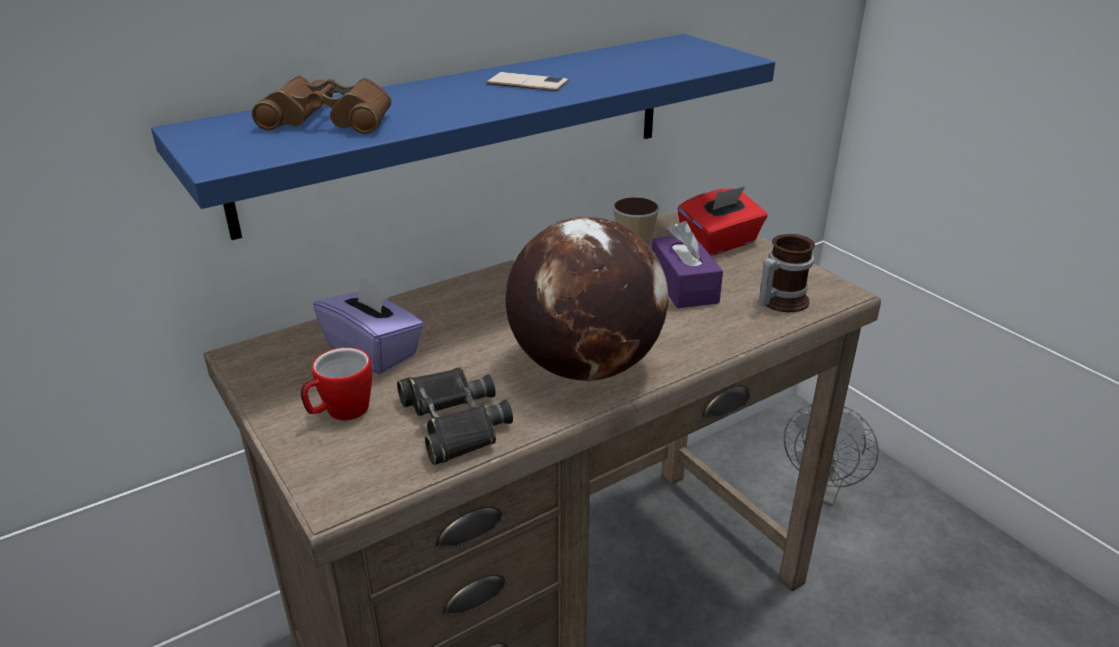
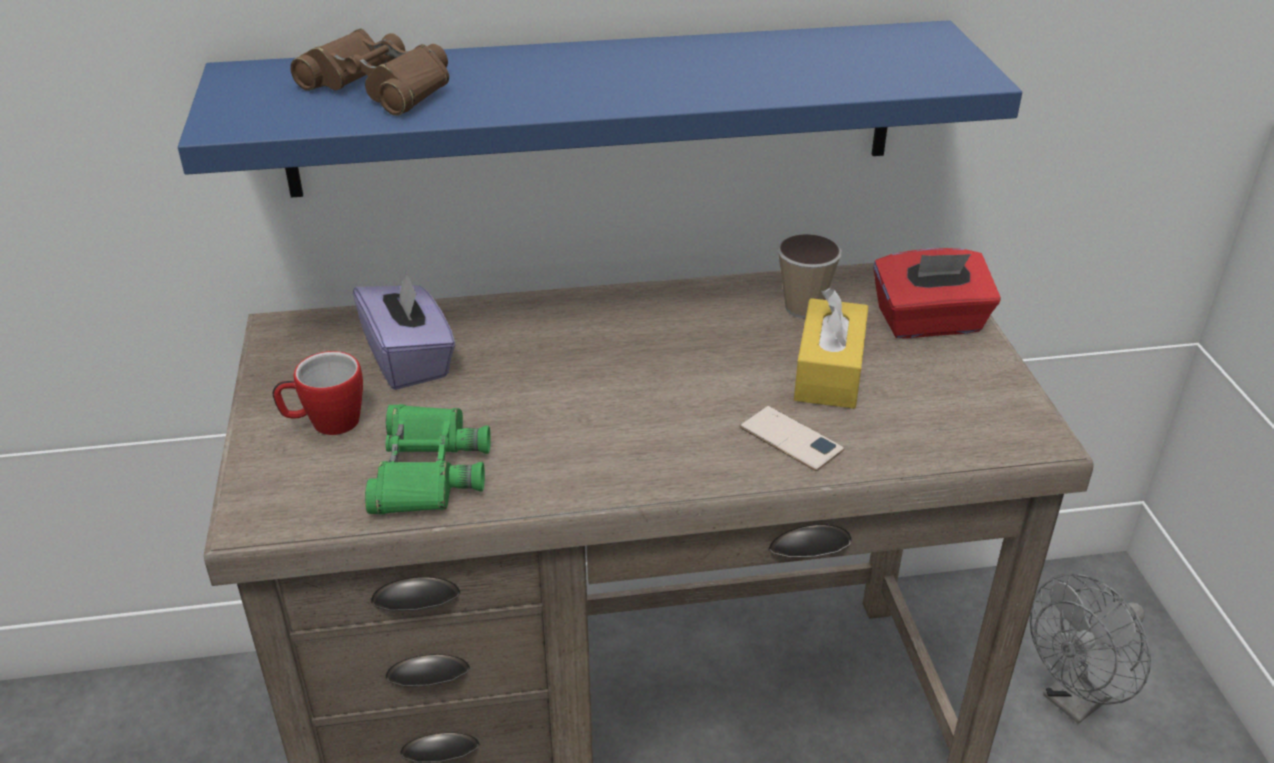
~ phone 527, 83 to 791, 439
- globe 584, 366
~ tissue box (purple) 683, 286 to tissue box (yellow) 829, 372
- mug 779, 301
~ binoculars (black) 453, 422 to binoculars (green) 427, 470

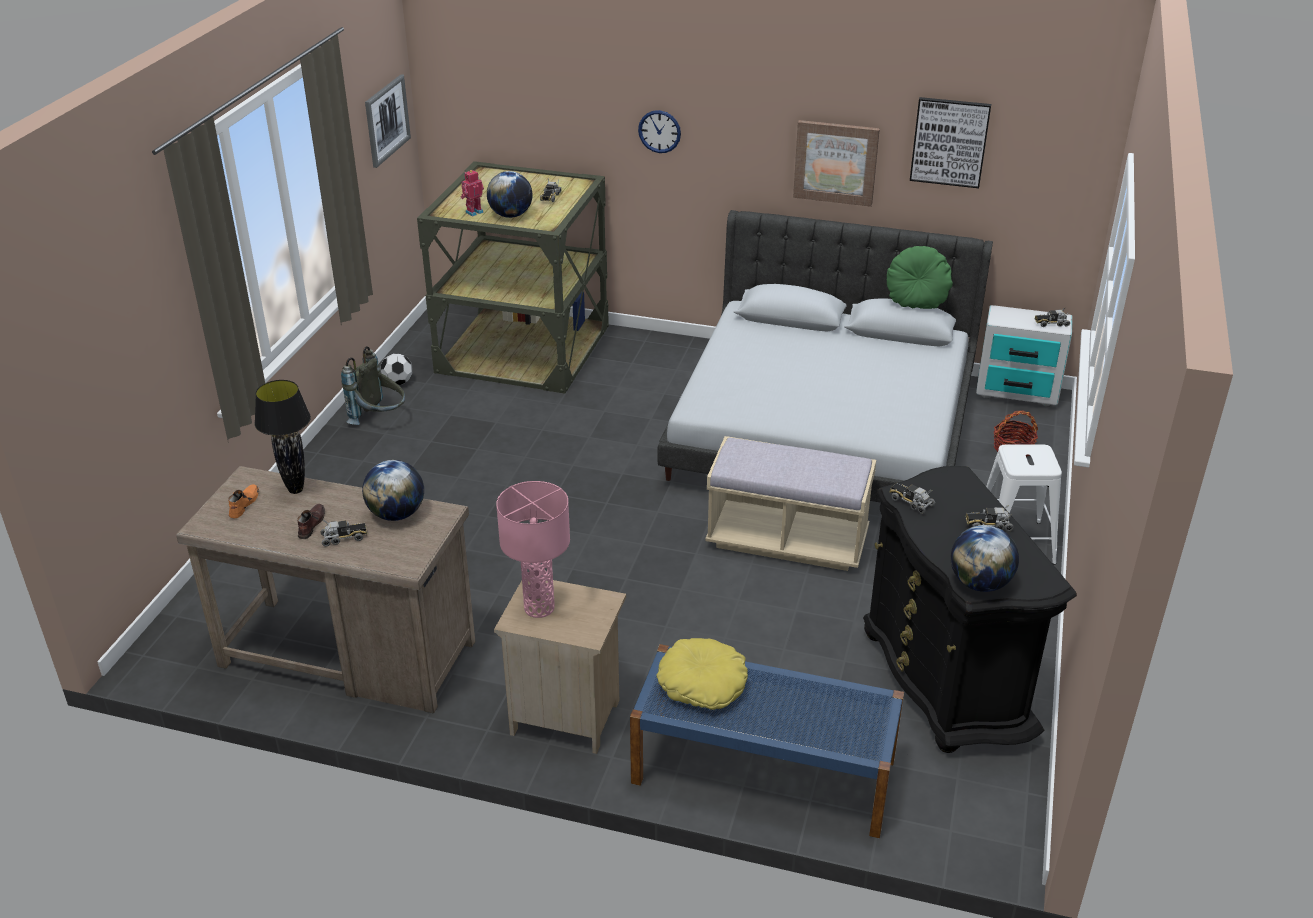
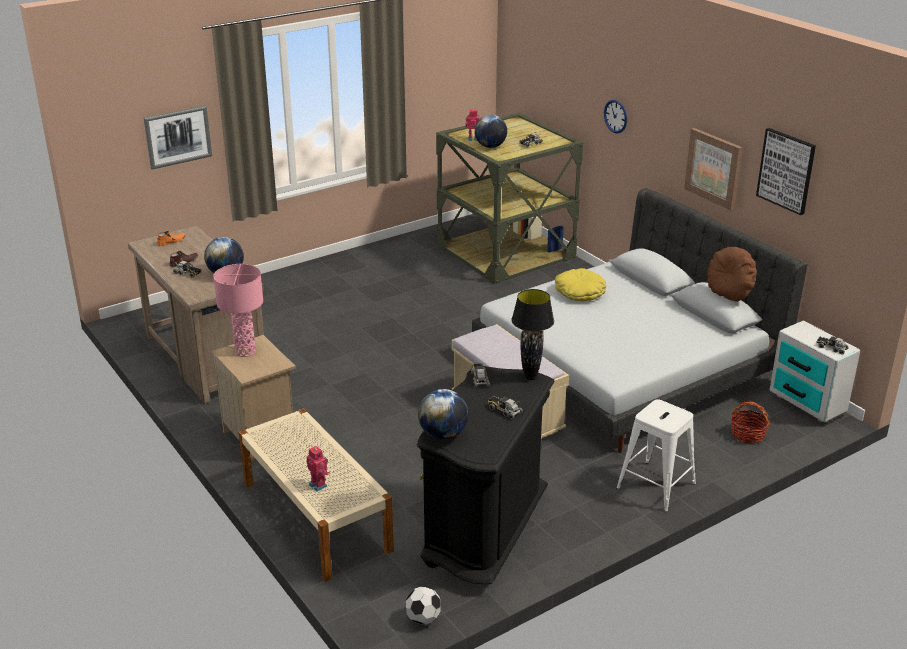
~ picture 387, 120 to 178, 136
~ pillow (green) 916, 304 to pillow (brown) 728, 295
- backpack (grey) 380, 420
~ football 398, 382 to 423, 618
~ table lamp (black) 296, 490 to 530, 377
~ pillow (yellow) 703, 683 to 580, 292
~ bench (blue) 763, 772 to bench (beige) 315, 517
+ toy robot 319, 485

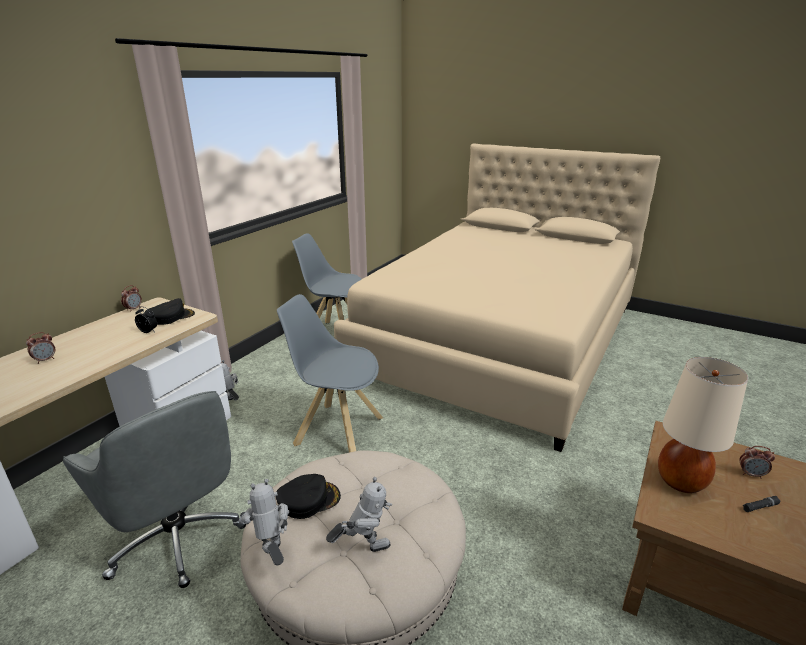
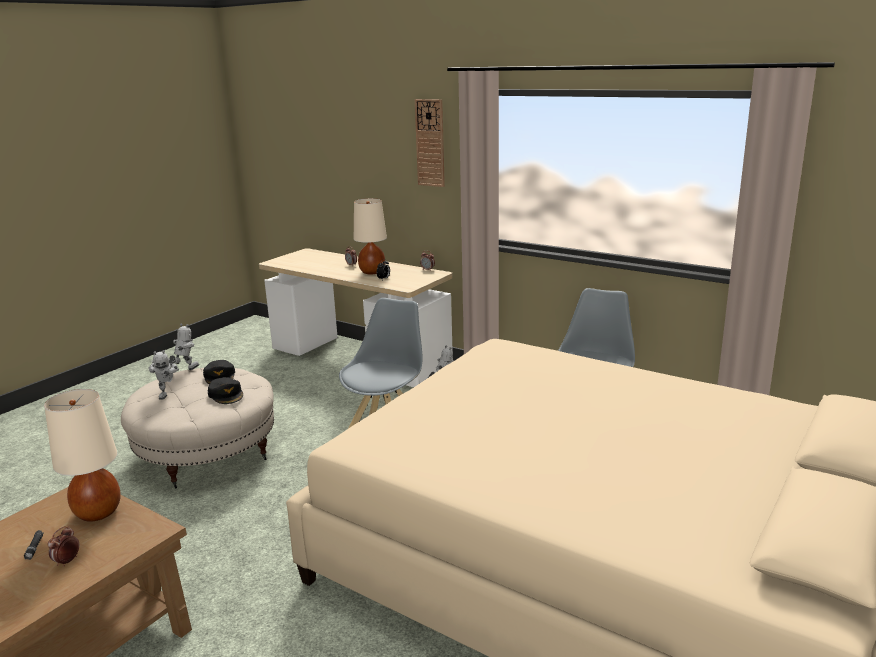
~ cap (black) 171, 317 to 226, 395
- office chair (grey) 177, 537
~ toy robot 272, 554 = 185, 371 45 degrees counterclockwise
+ wall clock 430, 143
+ table lamp (beige) 372, 272

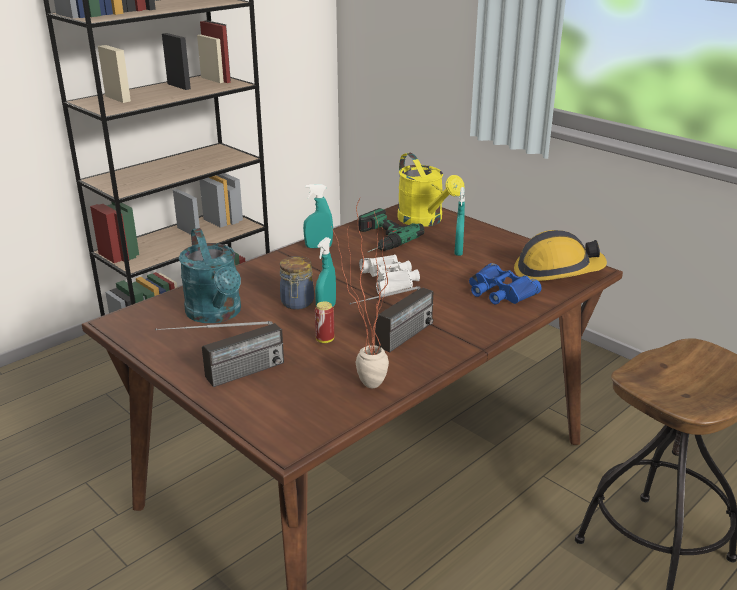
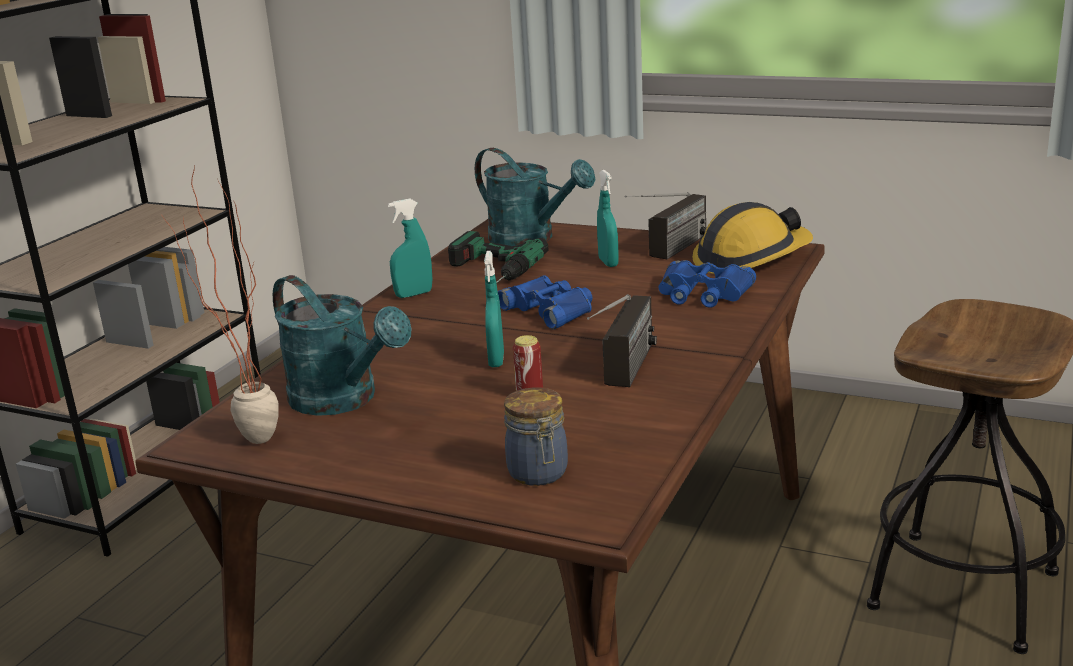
~ watering can (yellow) 425, 221 to watering can (turquoise) 531, 239
~ potted plant 362, 383 to 245, 441
~ binoculars (white) 390, 280 to binoculars (blue) 550, 310
~ jar 297, 303 to 538, 474
~ radio 226, 378 to 669, 252

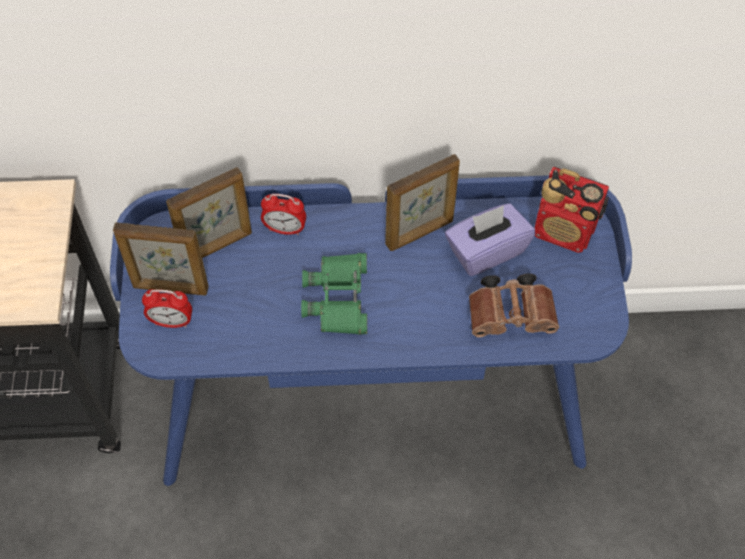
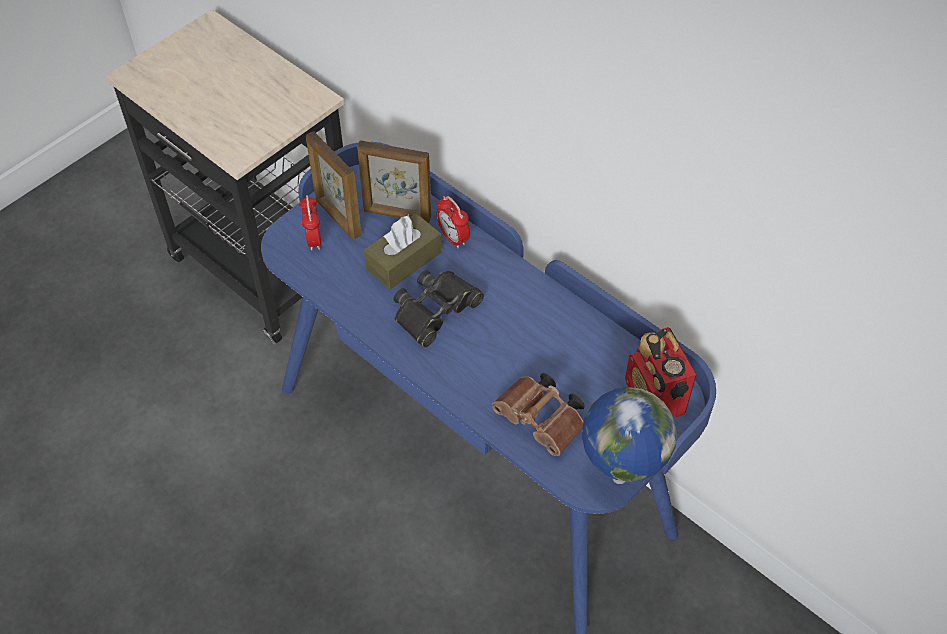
- picture frame 420, 233
- tissue box (purple) 486, 251
~ binoculars (green) 338, 298 to binoculars (black) 435, 310
~ alarm clock 172, 322 = 314, 239 150 degrees counterclockwise
+ tissue box (brown) 403, 260
+ globe 617, 476

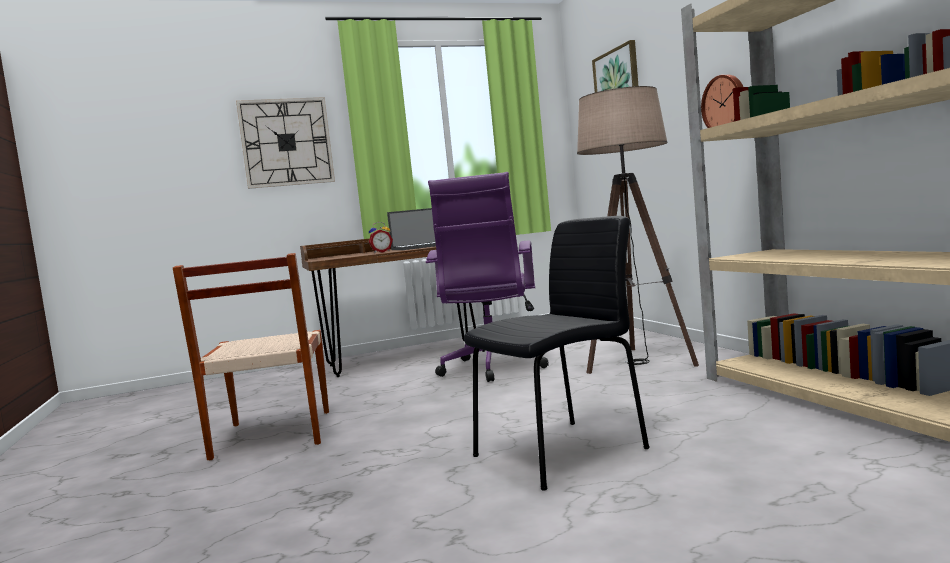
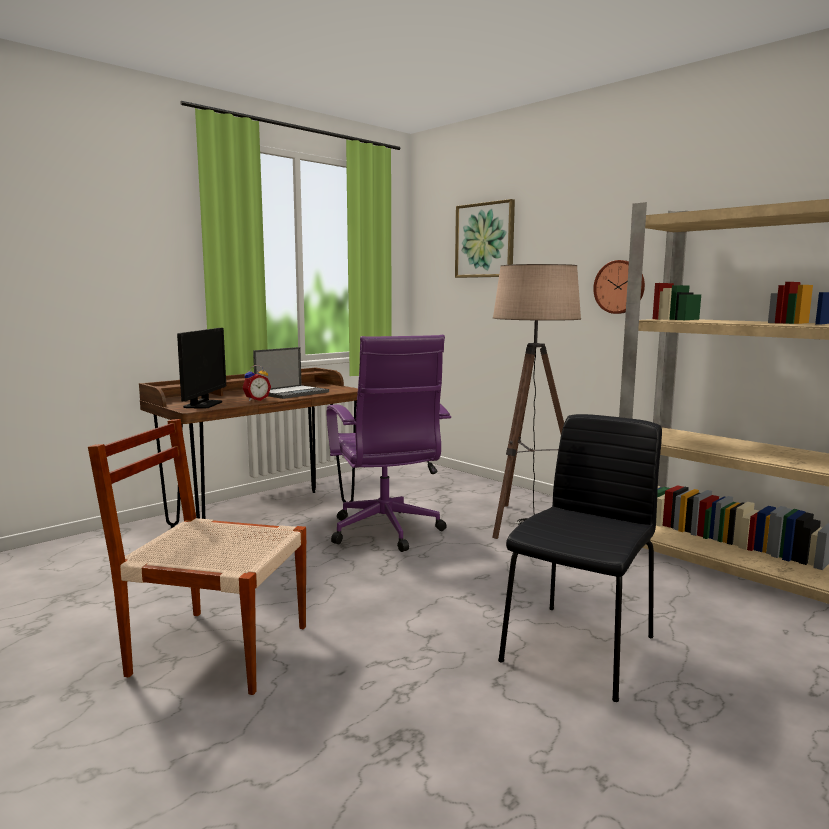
- wall clock 286, 142
~ chair 272, 436 = 216, 649 135 degrees clockwise
+ monitor 203, 404

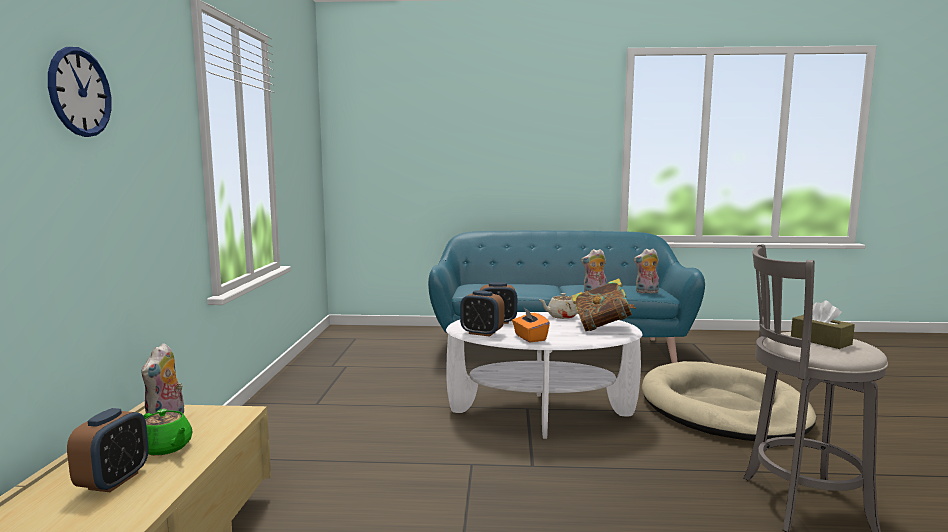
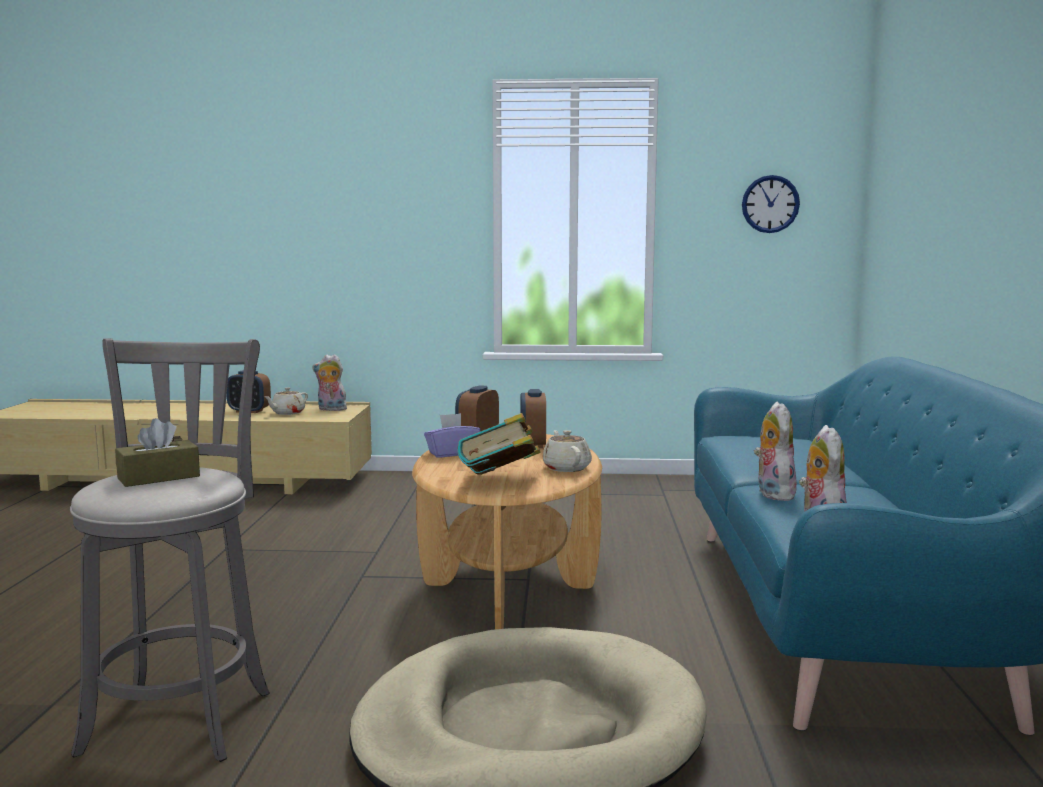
~ wall clock 80, 92 to 770, 204
~ tissue box (orange) 529, 338 to tissue box (purple) 452, 453
~ coffee table (white) 541, 413 to coffee table (brown) 508, 586
~ teapot (green) 166, 448 to teapot (beige) 287, 413

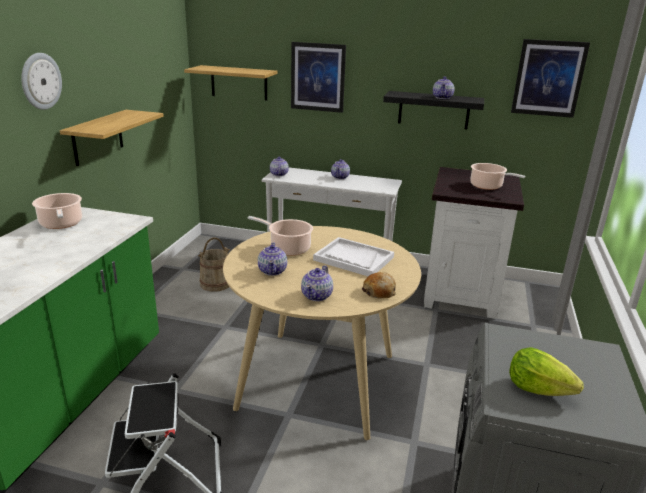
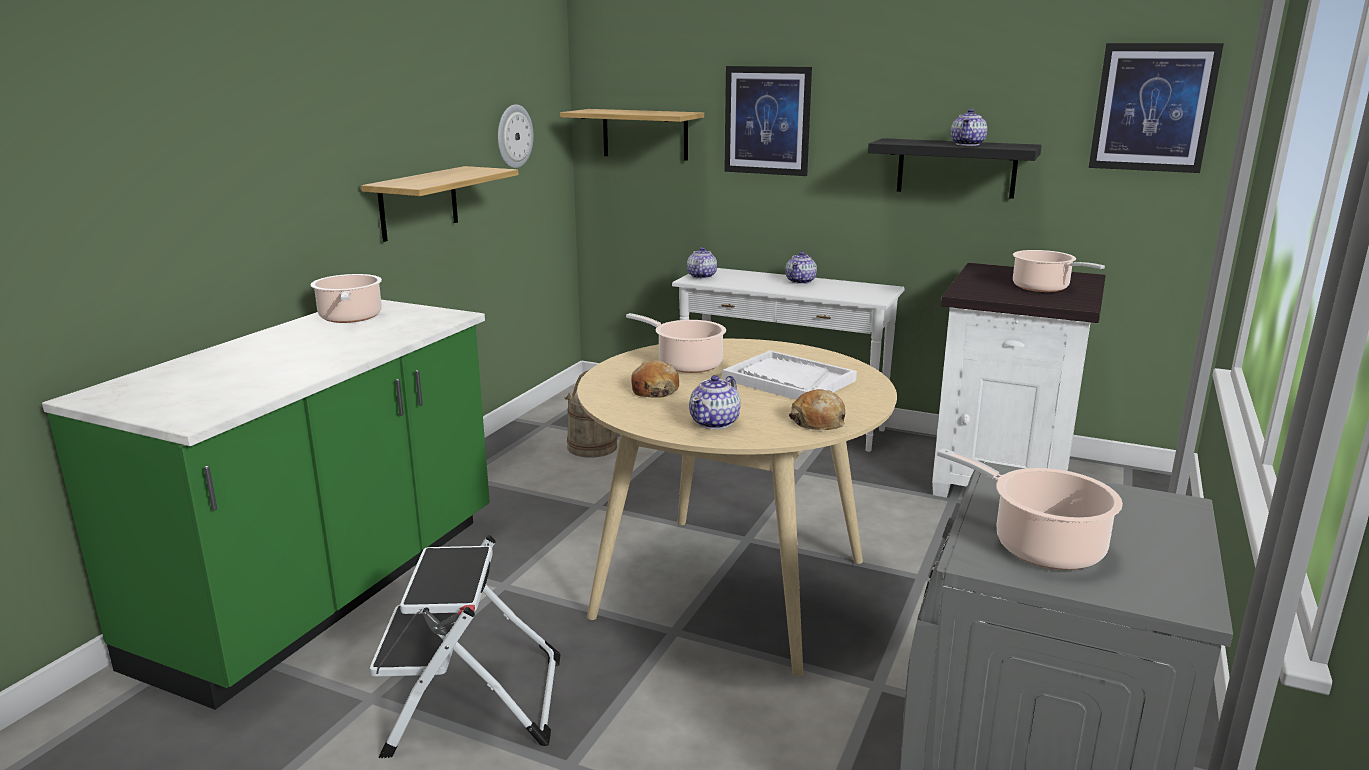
~ wall clock 40, 81 to 513, 136
~ teapot 273, 271 to bread 654, 390
~ lettuce 537, 389 to cooking pot 1041, 545

